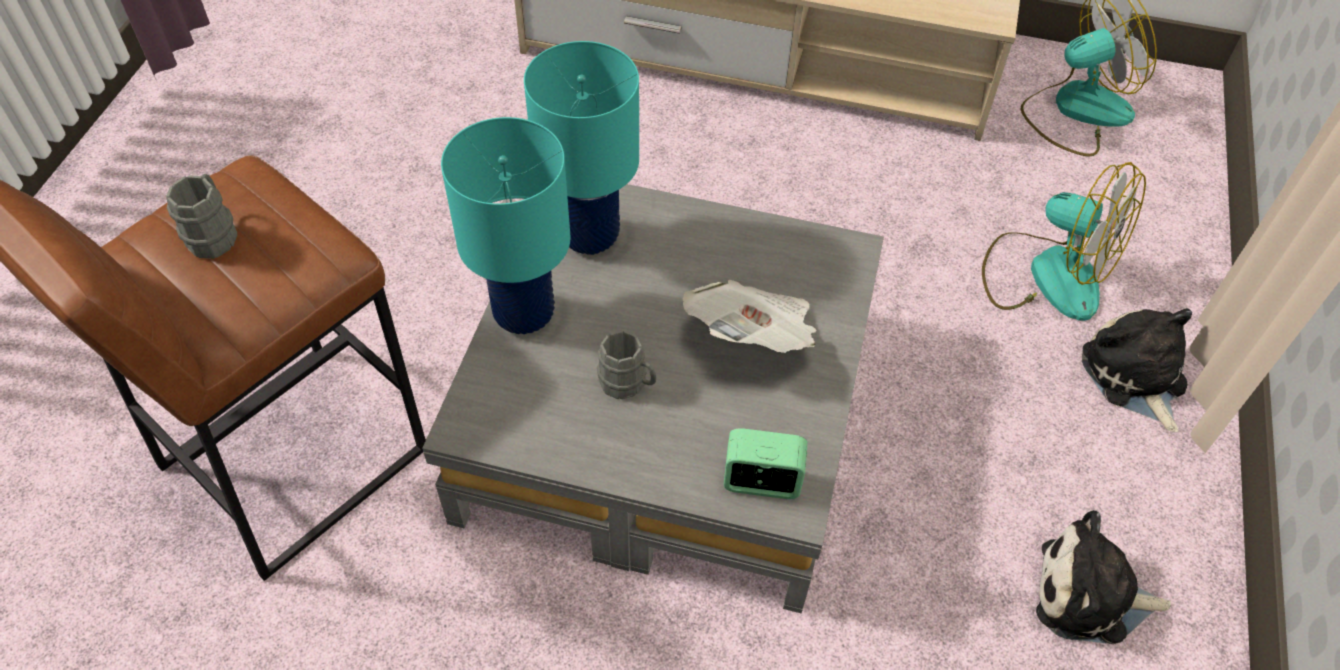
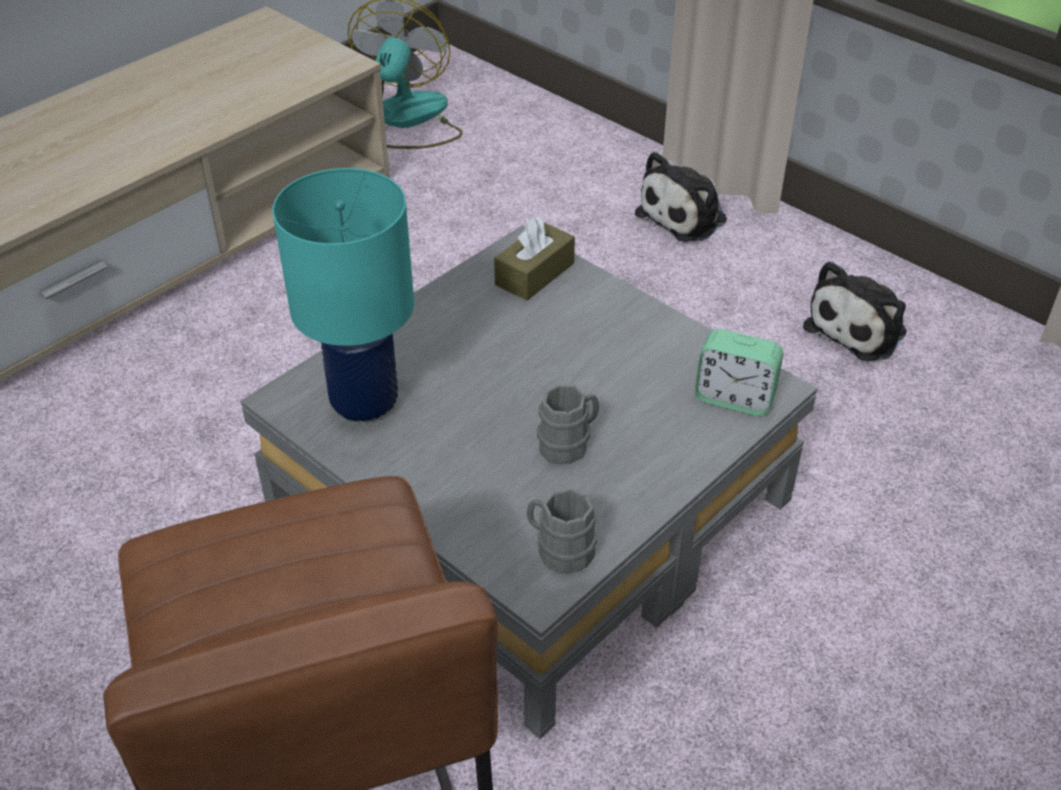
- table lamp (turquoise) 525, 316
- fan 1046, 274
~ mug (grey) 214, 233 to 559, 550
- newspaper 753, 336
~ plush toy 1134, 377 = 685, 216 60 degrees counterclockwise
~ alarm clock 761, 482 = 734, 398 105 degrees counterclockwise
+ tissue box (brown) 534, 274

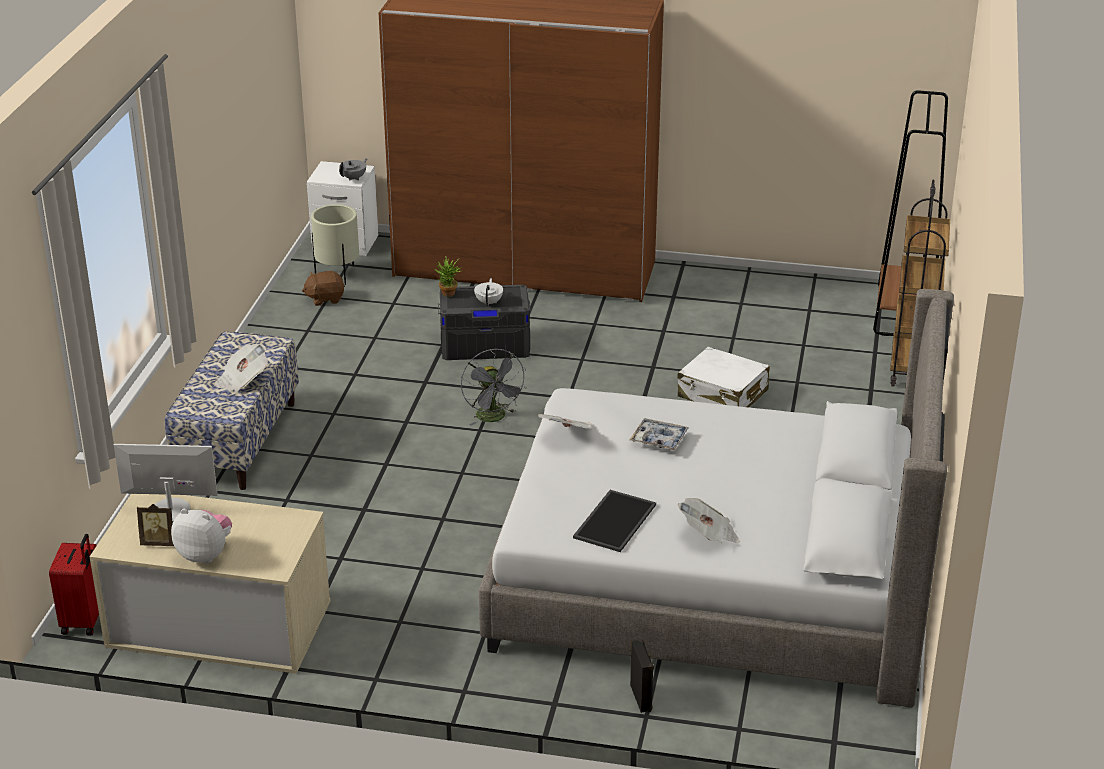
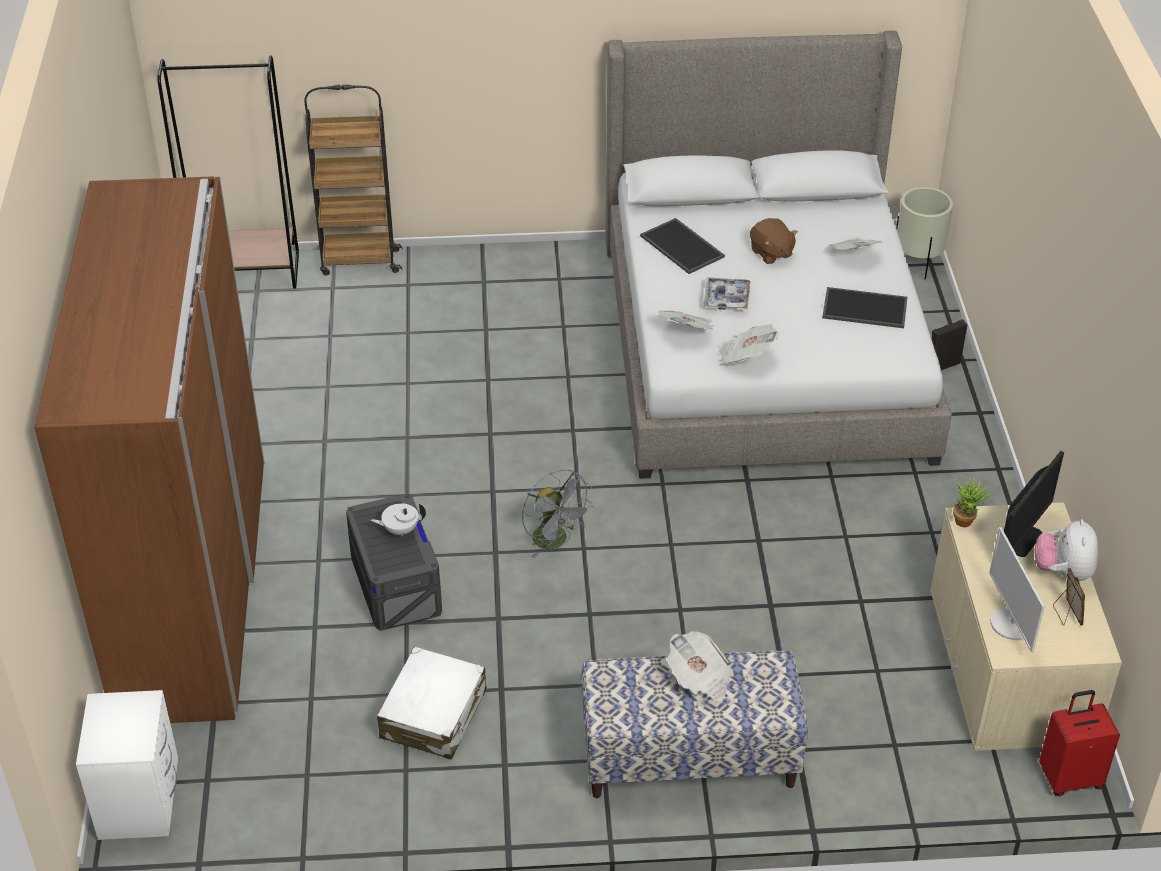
- teapot (grey) 354, 178
~ planter (beige) 338, 274 to 917, 263
~ potted plant 448, 295 to 966, 520
~ plush toy (brown) 325, 299 to 771, 253
~ suitcase (white) 723, 394 to 434, 714
~ fan (grey) 494, 418 = 555, 541 90 degrees clockwise
+ tray 683, 246
+ newspaper 688, 331
+ monitor 1020, 539

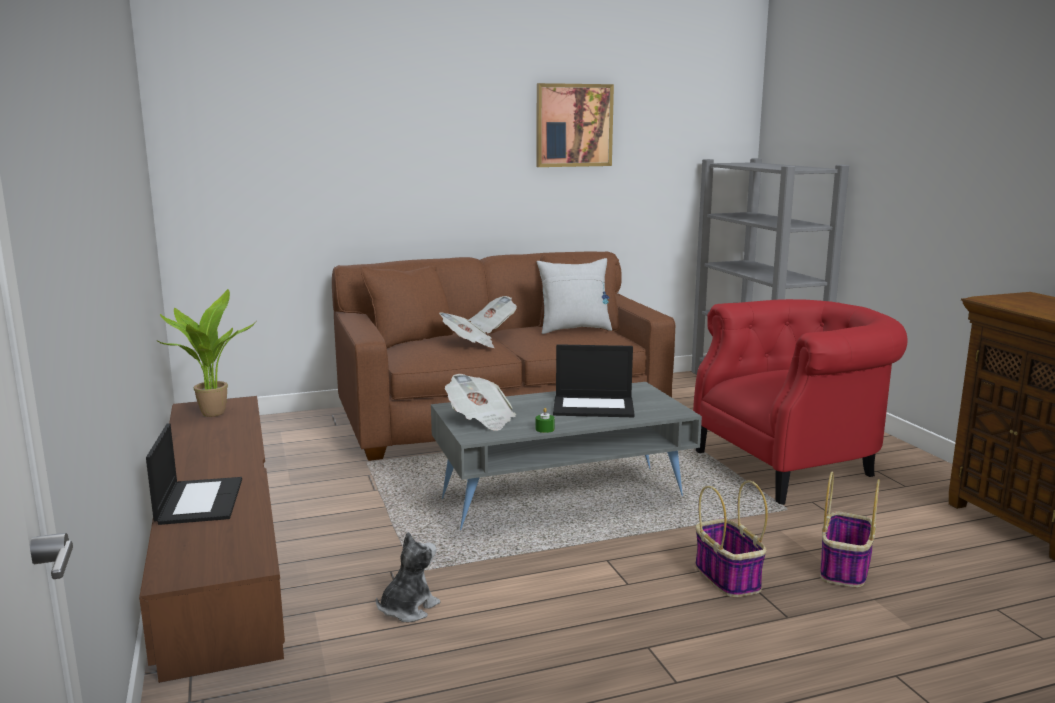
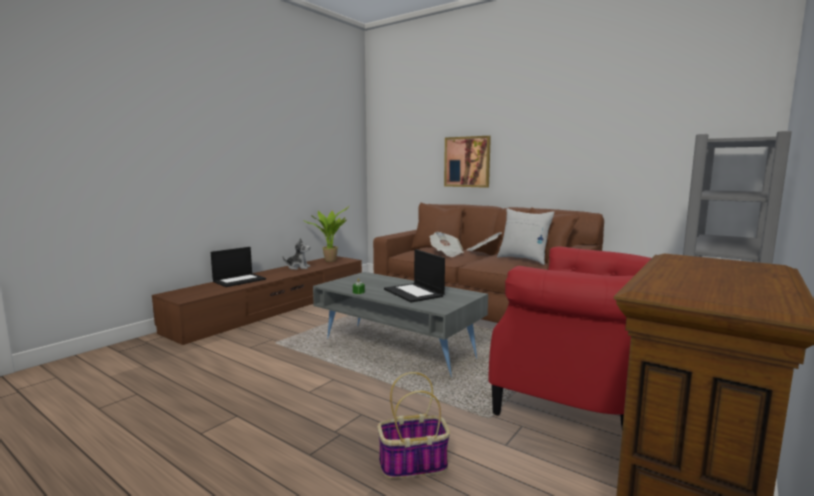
~ picture 574, 125 to 467, 162
- newspaper 481, 420
- basket 726, 577
~ plush toy 408, 609 to 298, 267

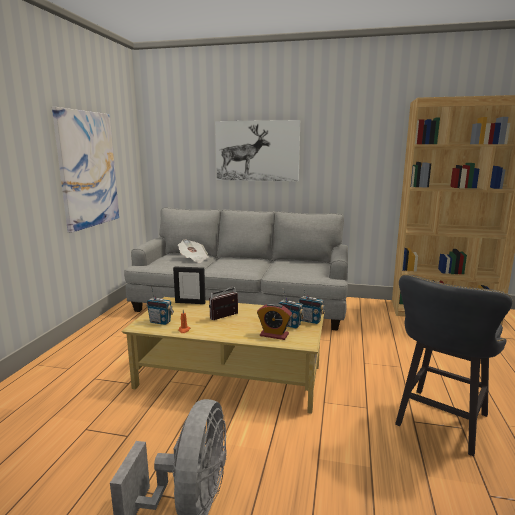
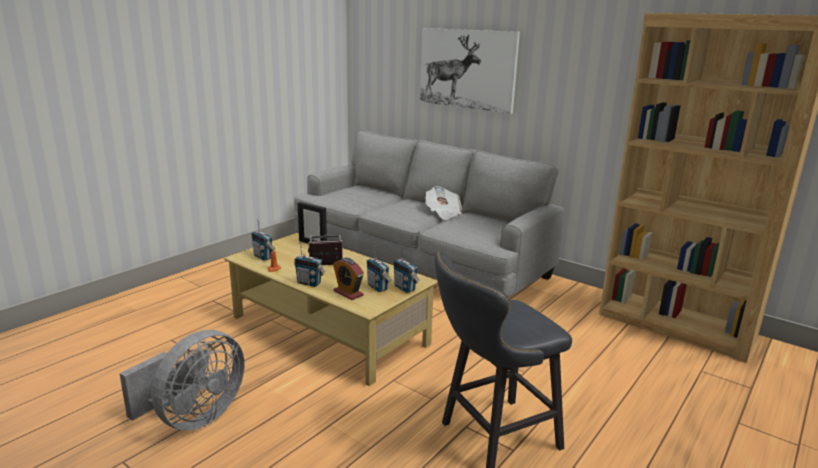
- picture 88, 169
~ newspaper 193, 259 to 443, 213
+ radio 309, 283

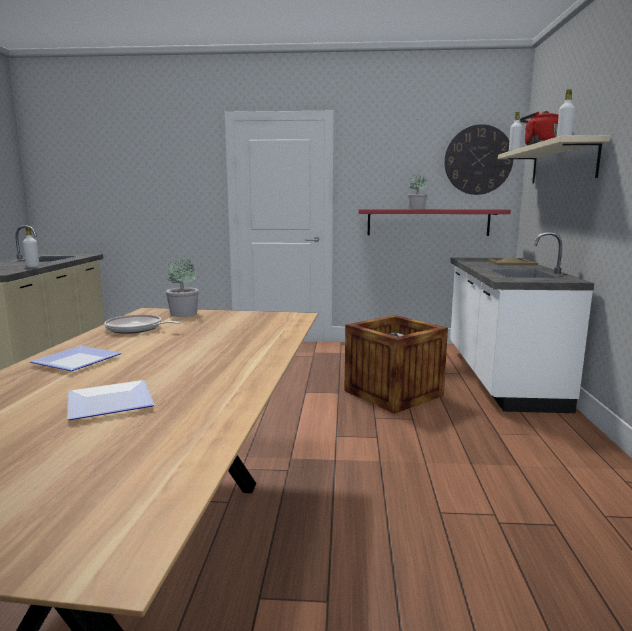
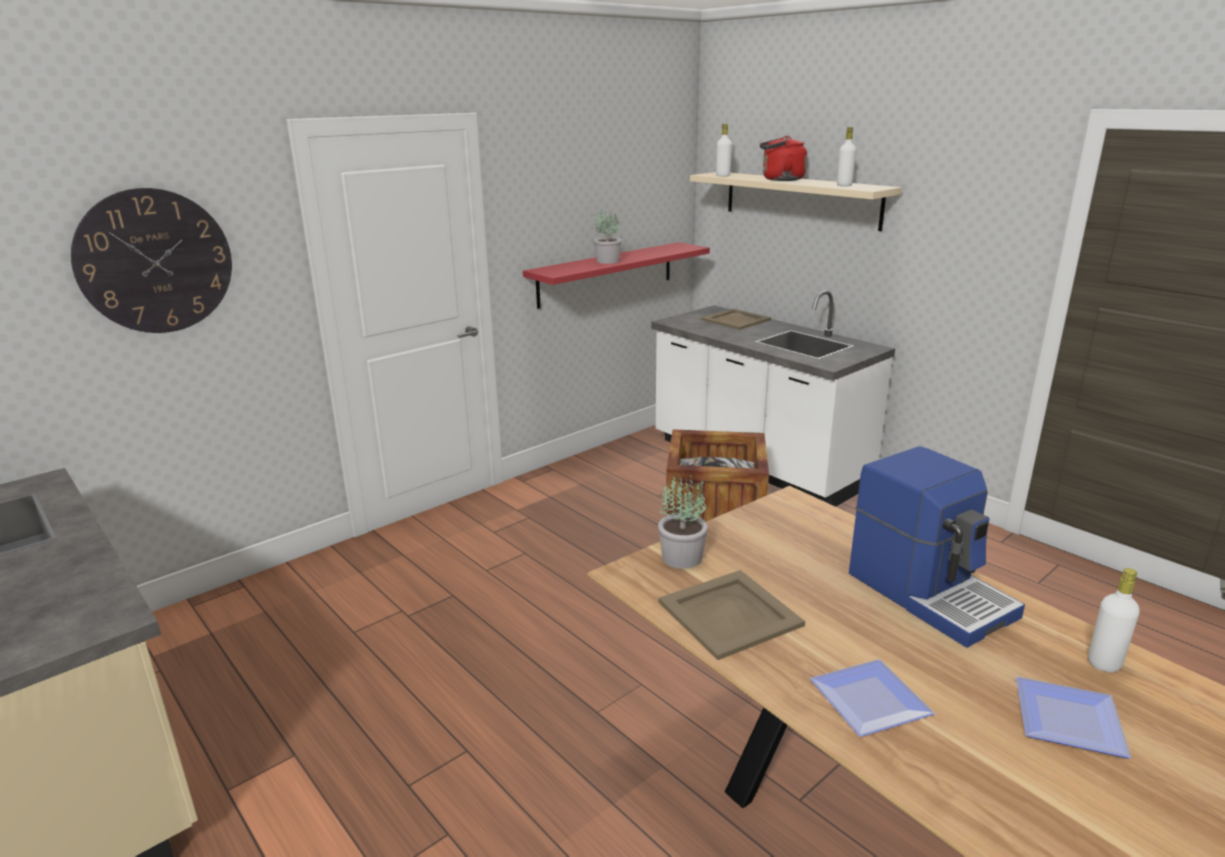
~ wall clock 478, 160 to 155, 261
~ bottle (white) 33, 266 to 1104, 663
~ frying pan 136, 329 to tray (beige) 731, 614
+ coffee machine 930, 593

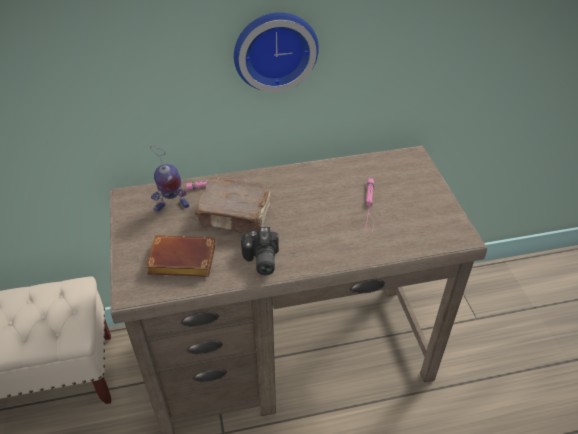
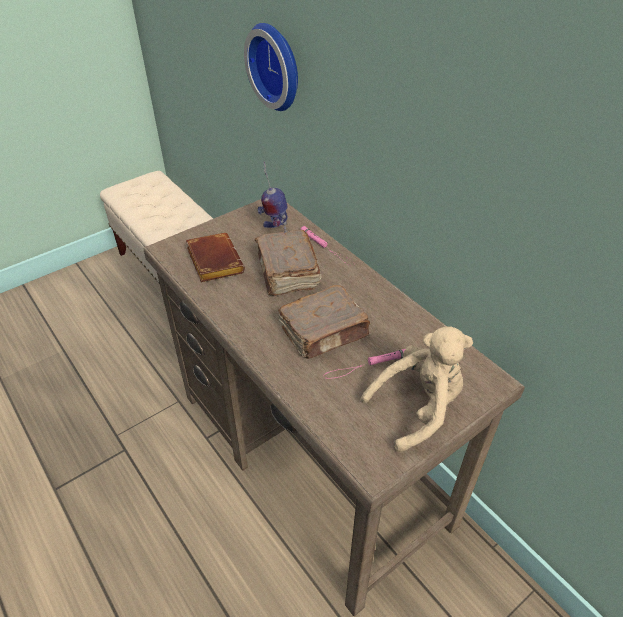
~ wall clock 274, 49 to 277, 66
- photo camera 260, 260
+ book (brown) 325, 332
+ plush toy (beige) 417, 407

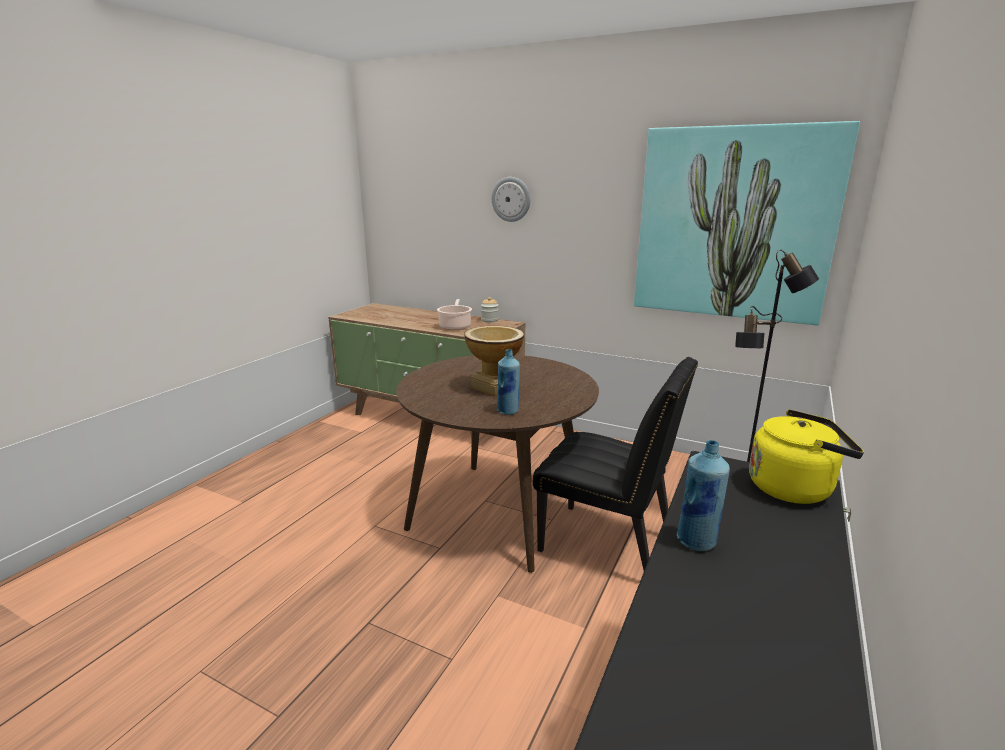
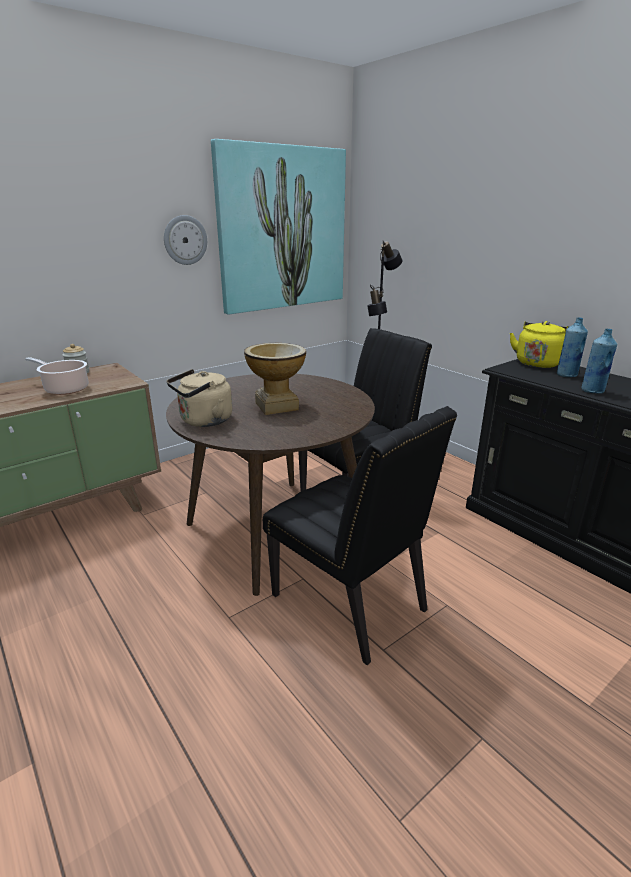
~ wall clock 511, 199 to 185, 240
~ bottle (blue) 508, 411 to 566, 375
+ kettle (beige) 203, 421
+ chair (black) 347, 602

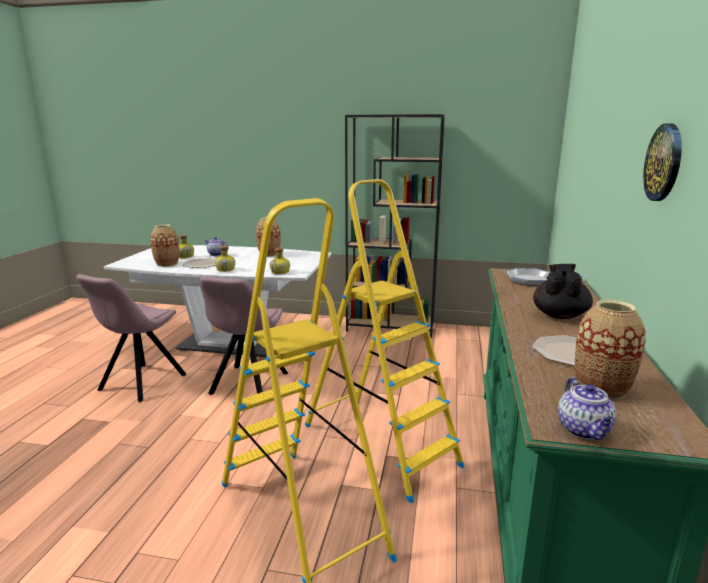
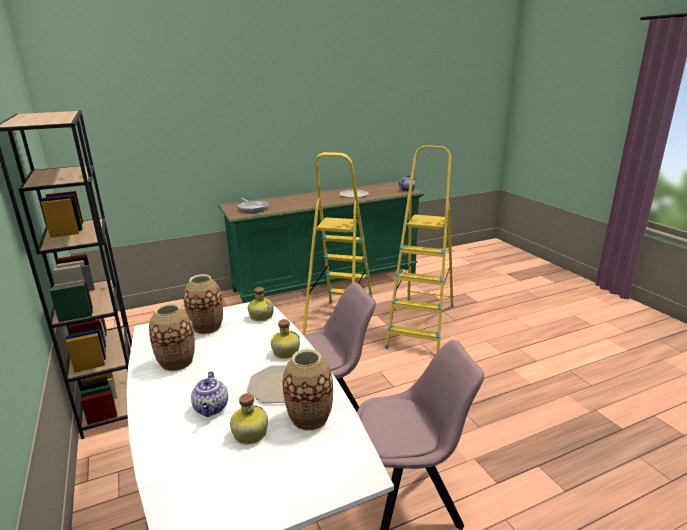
- wall clock 664, 163
- teapot (black) 559, 315
~ vase 601, 388 to 207, 327

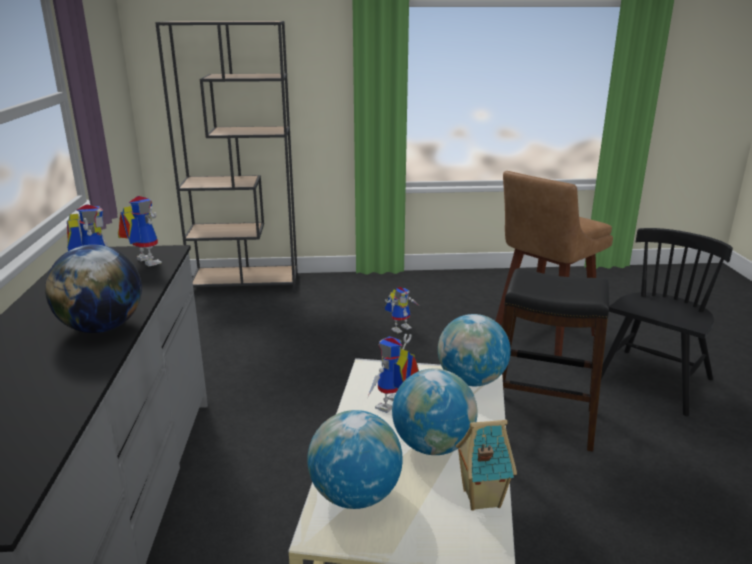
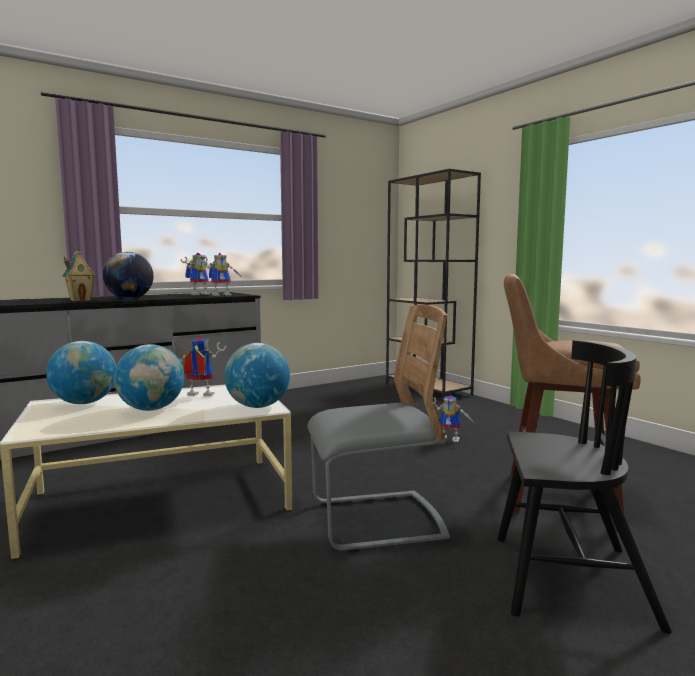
~ toy robot 143, 262 = 222, 295 45 degrees clockwise
~ stool (black) 542, 420 to chair (grey) 376, 521
~ toy house 480, 498 to 81, 300

